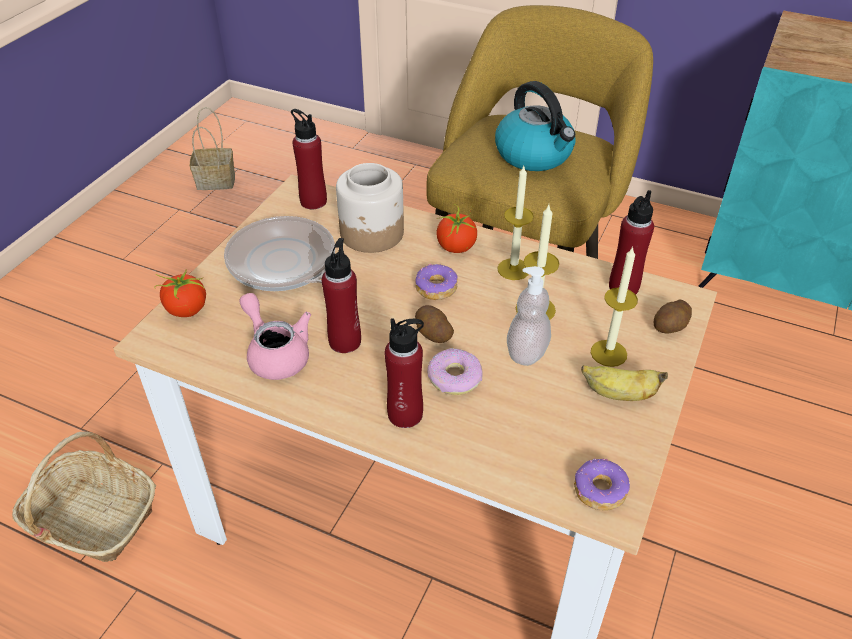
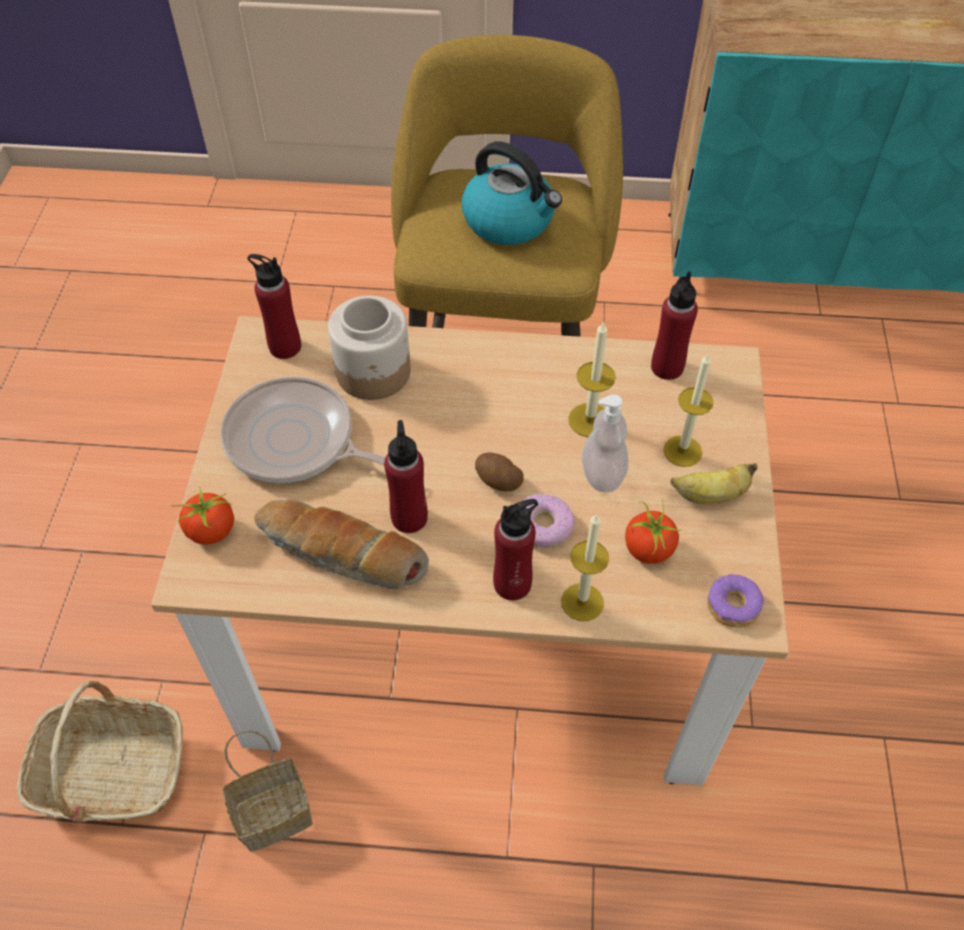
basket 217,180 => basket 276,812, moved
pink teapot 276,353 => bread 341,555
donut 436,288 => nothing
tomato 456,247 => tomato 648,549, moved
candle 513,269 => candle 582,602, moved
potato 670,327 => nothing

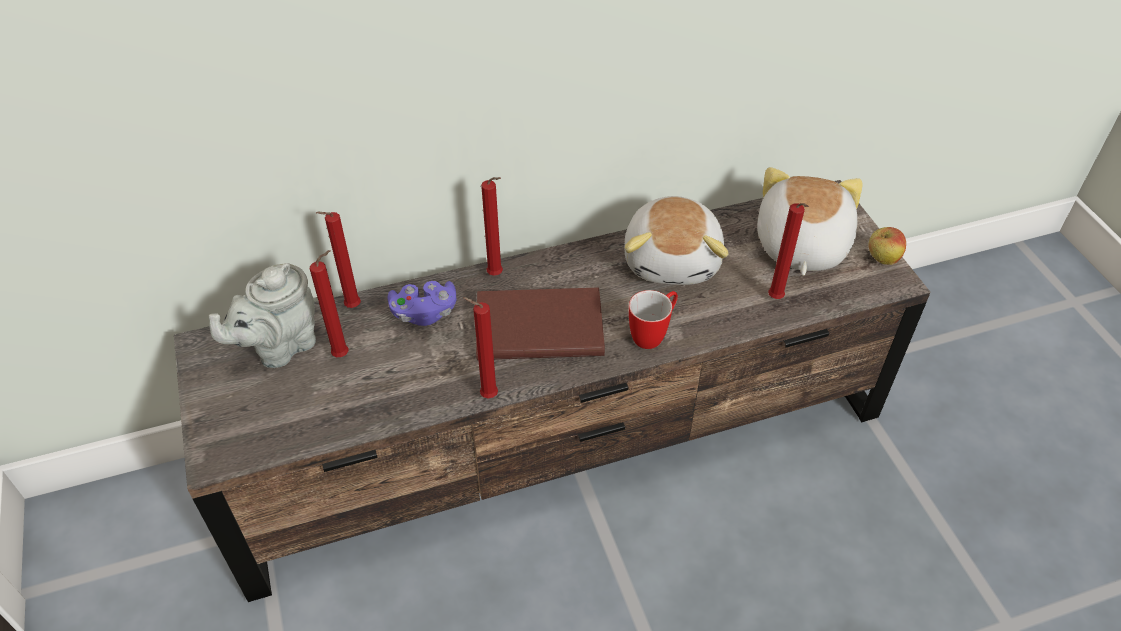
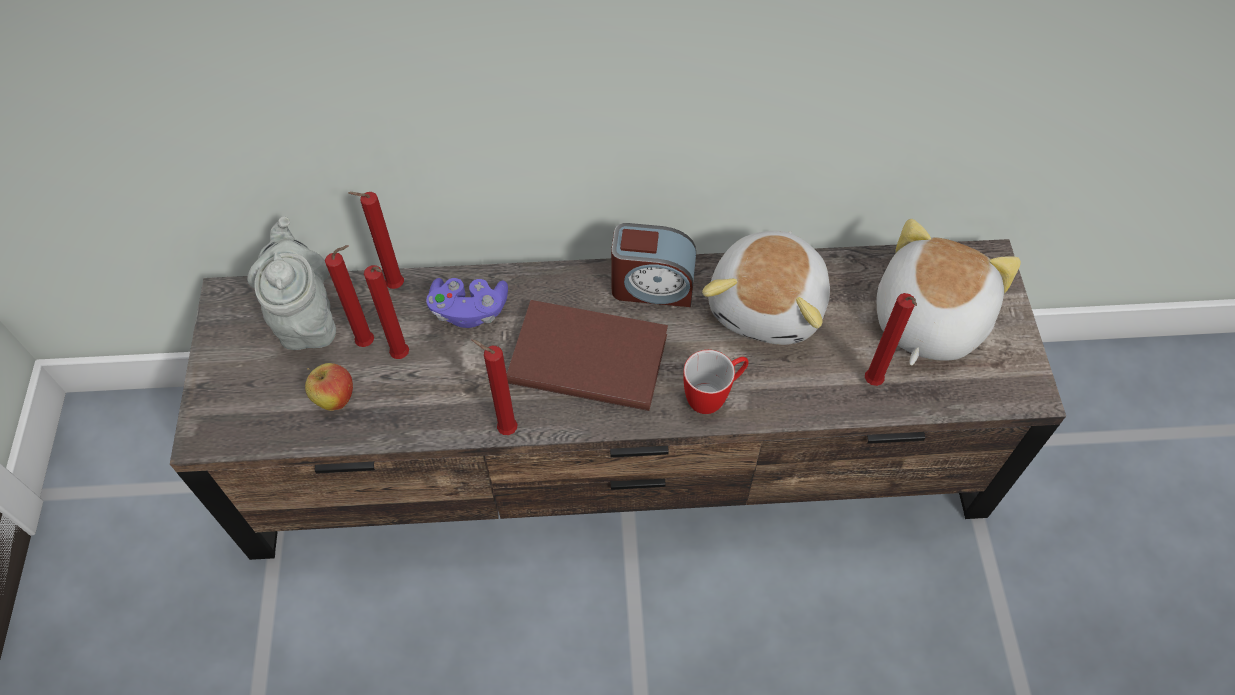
grey teapot 280,347 => grey teapot 306,318, 105 degrees clockwise
red candle 497,275 => red candle 402,357, moved
apple 882,259 => apple 335,398, moved
nothing => alarm clock 652,286

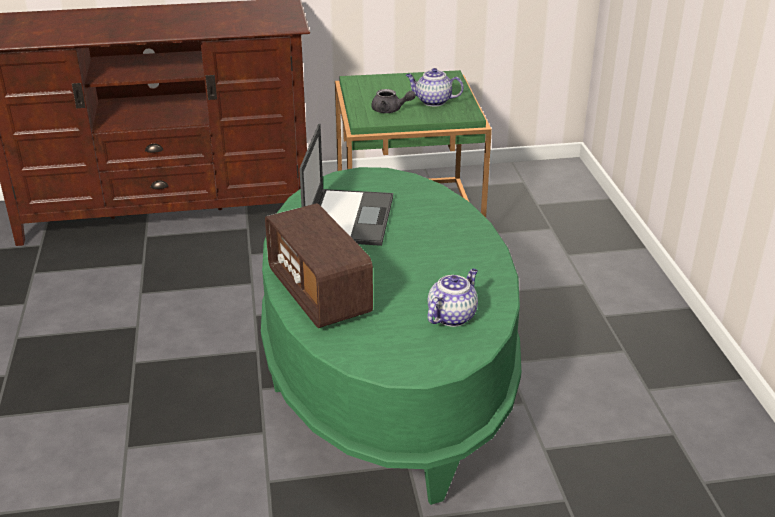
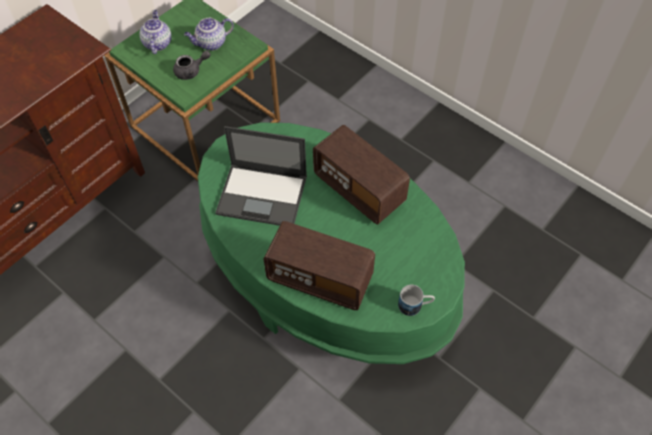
laptop 349,217 => laptop 263,195, 135 degrees clockwise
teapot 452,316 => teapot 157,43, moved
nothing => radio 359,189
nothing => mug 415,305

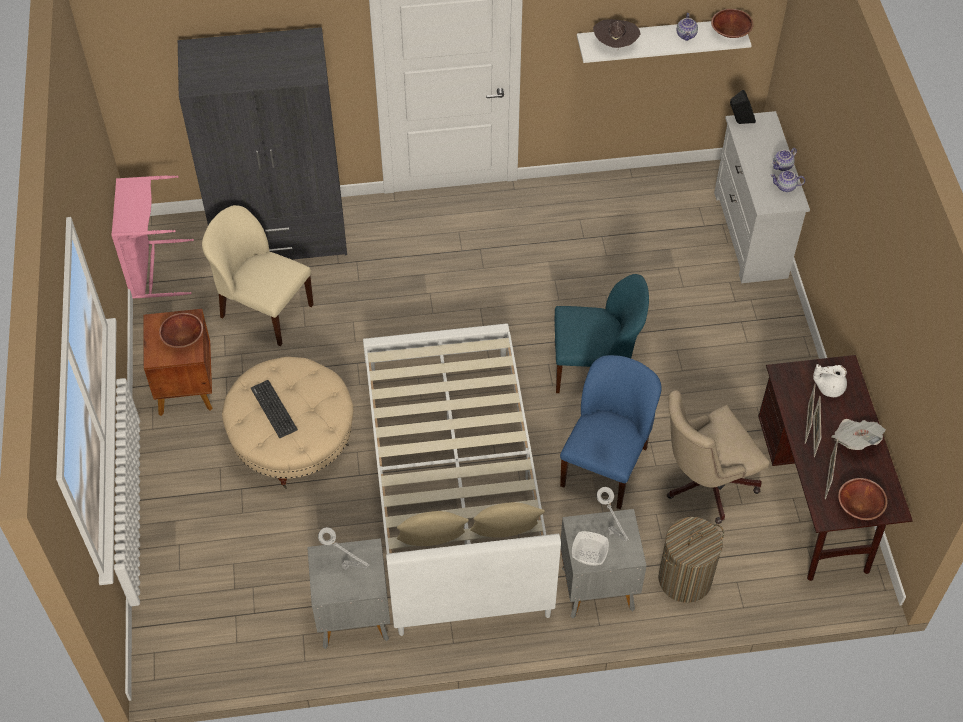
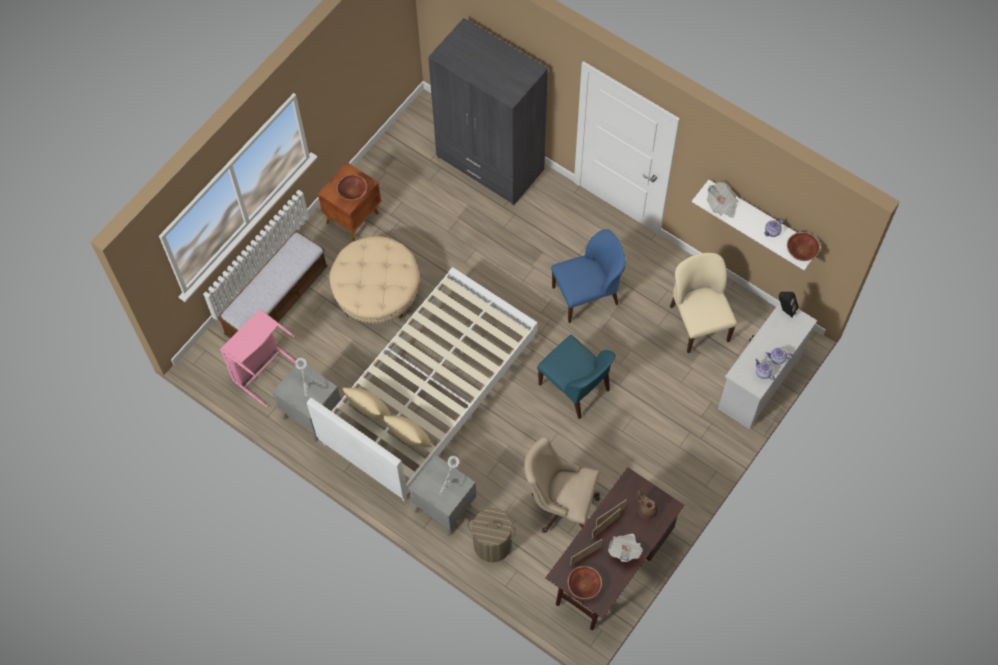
pink laundry basket 153,269 => pink laundry basket 263,370, moved
beige chair 265,310 => beige chair 698,322, moved
keyboard 274,409 => nothing
blue chair 605,465 => blue chair 586,295, moved
bowl 588,556 => nothing
brown hat 615,45 => newspaper 721,205
white teapot 829,387 => brown teapot 646,509
nothing => bench 277,302

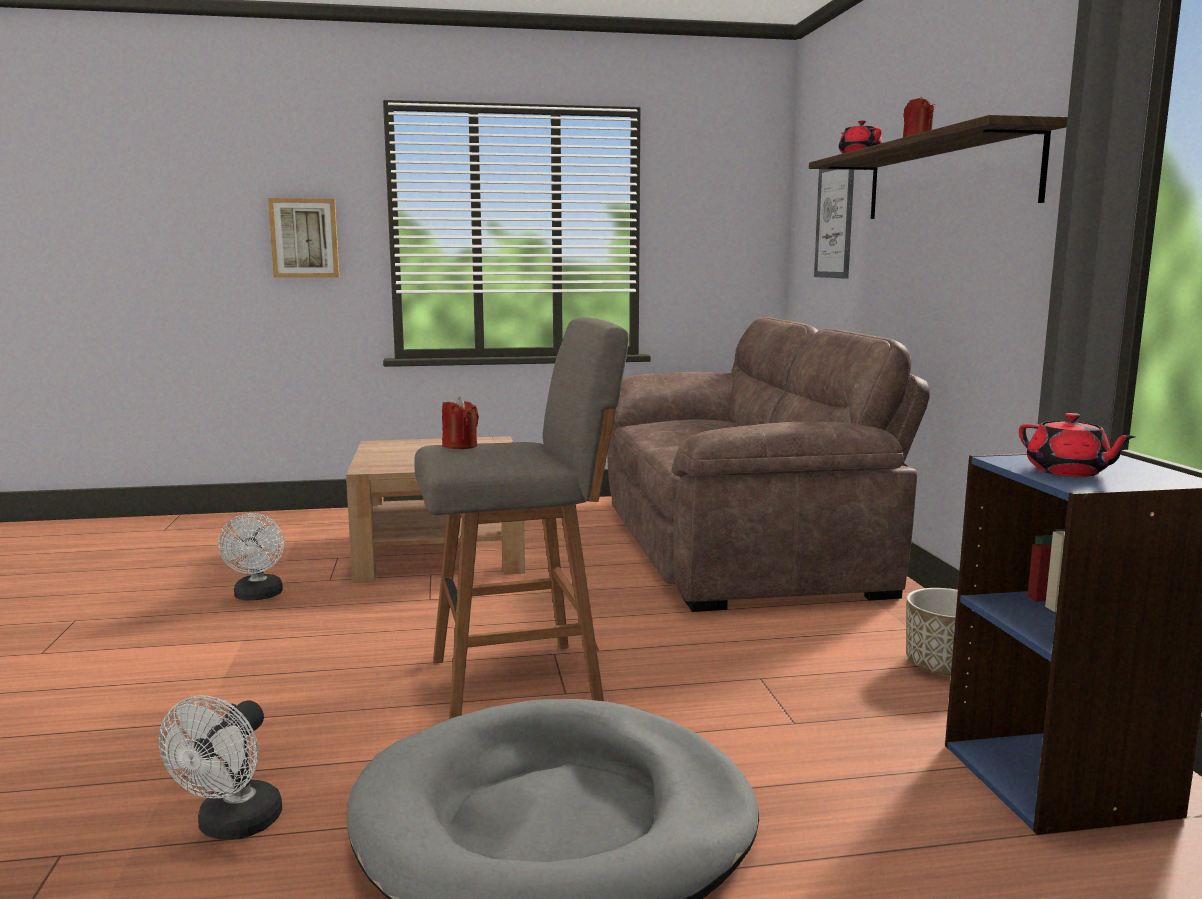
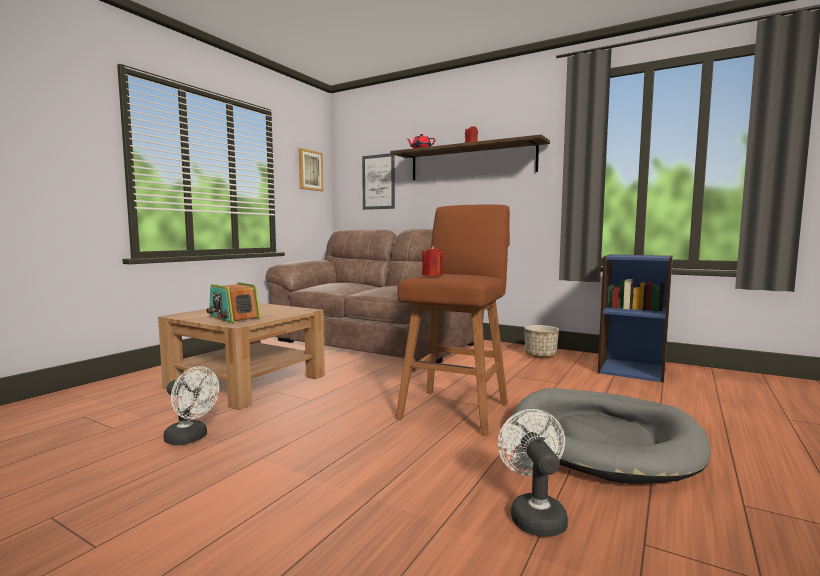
white fan 232,827 => white fan 534,514, 150 degrees counterclockwise
picture 304,238 => picture 310,170, moved
grey stool 522,683 => brown stool 455,409
red teapot 1068,472 => nothing
nothing => radio 234,318

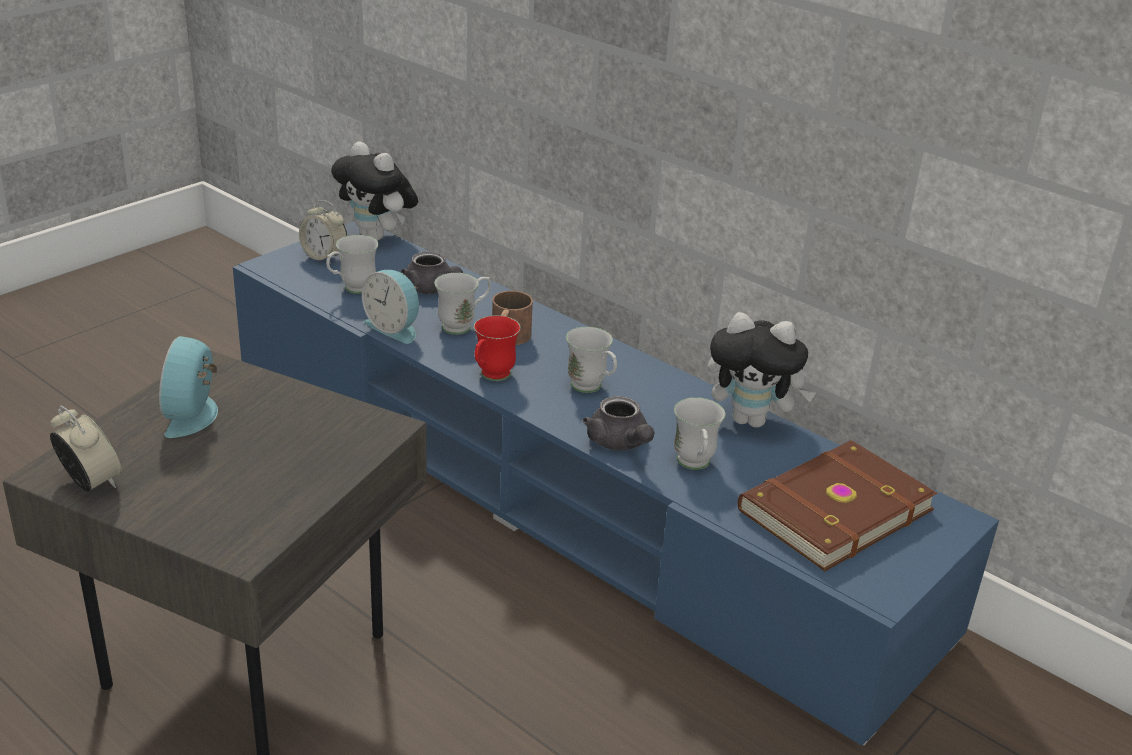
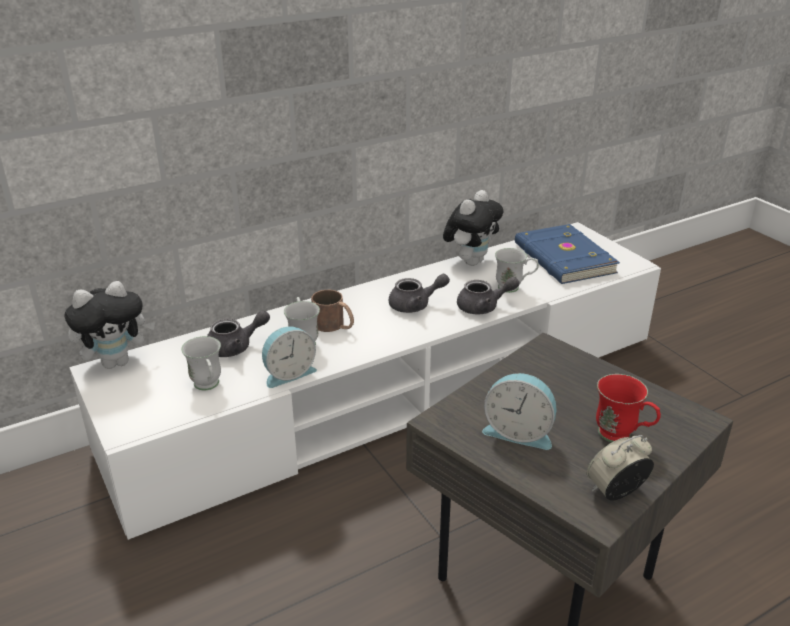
blue tv stand 560,490 => white tv stand 396,392
alarm clock 324,257 => nothing
red mug 491,377 => red mug 622,437, moved
white mug 591,389 => grey teapot 415,305
brown book 832,509 => blue book 563,259

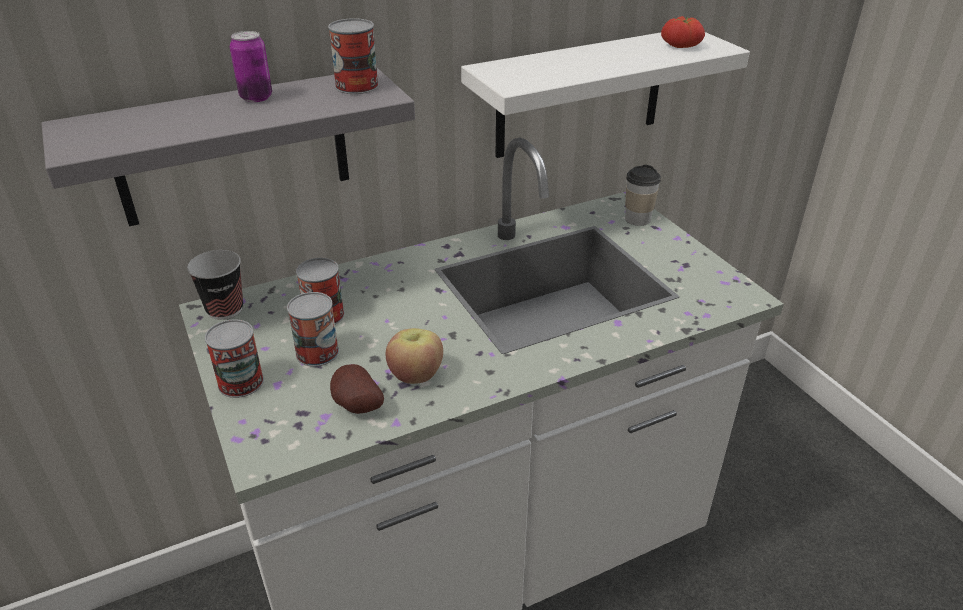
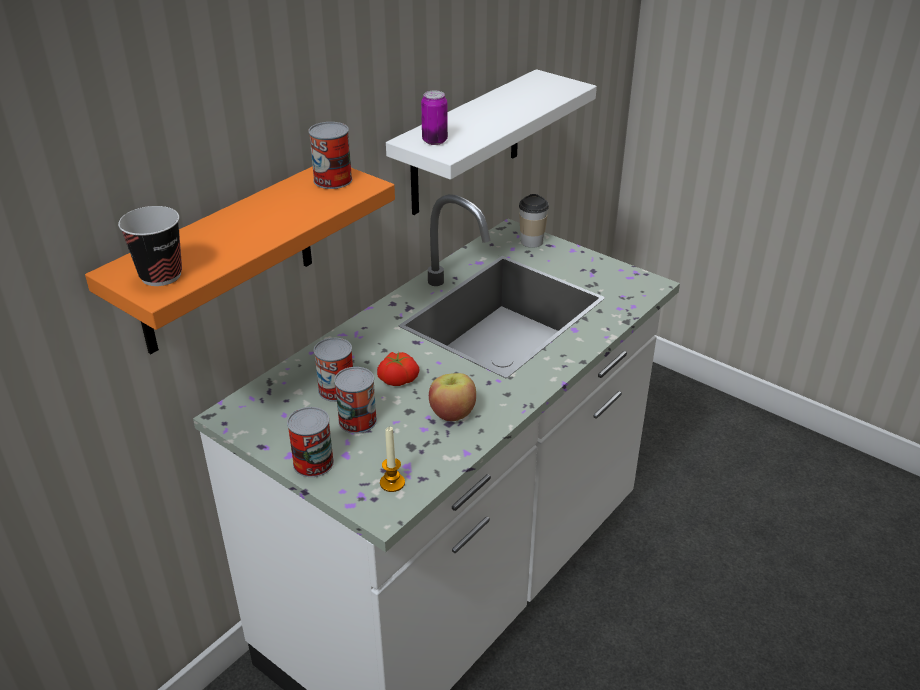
grey shelf 233,148 => orange shelf 226,259
cup 225,309 => cup 161,275, moved
can 256,97 => can 434,141, moved
potato 356,406 => nothing
tomato 681,45 => tomato 398,378, moved
nothing => candle 392,483

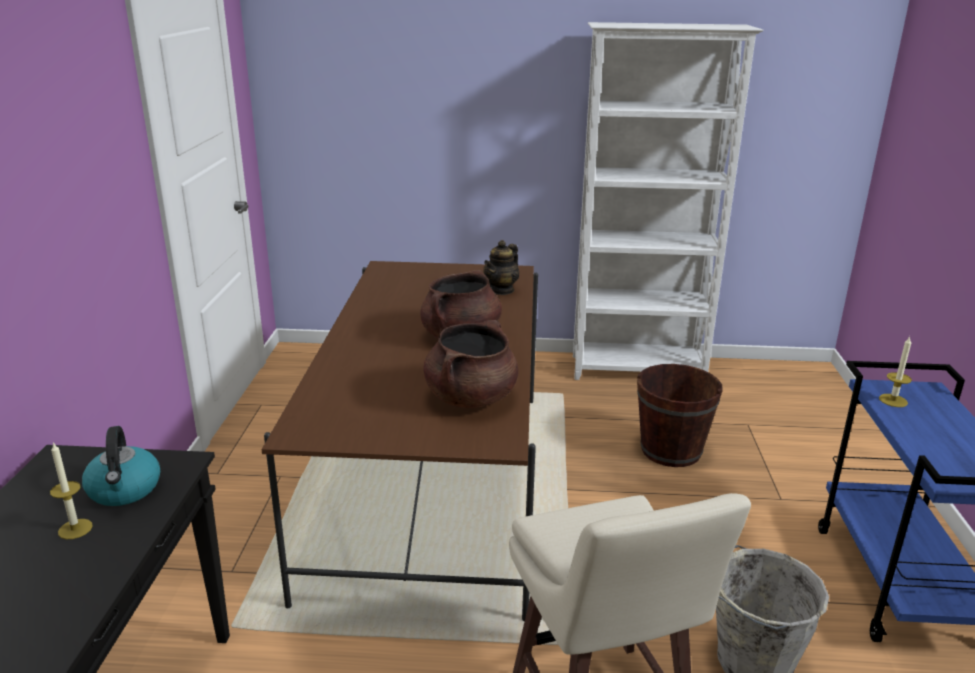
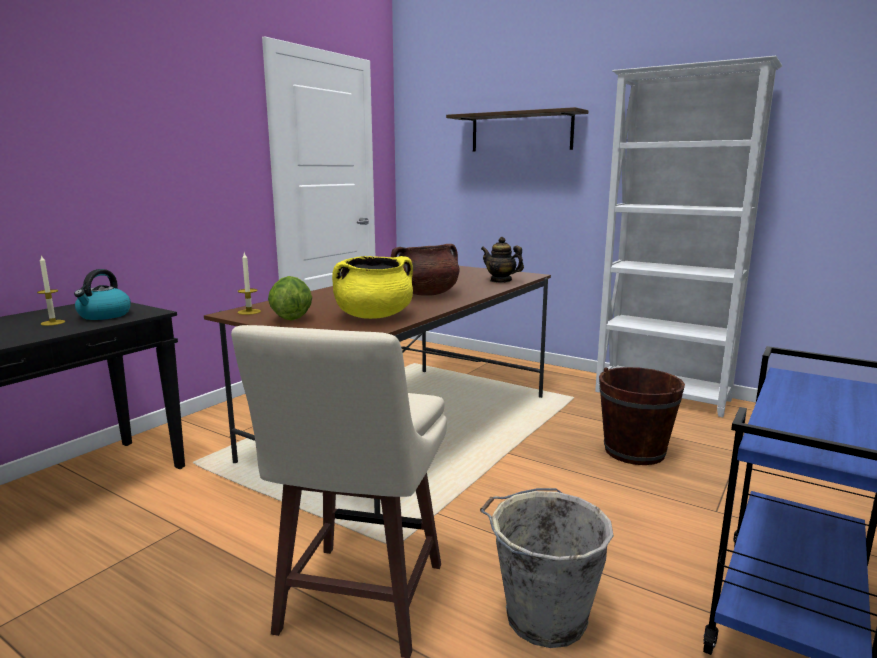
brown cooking pot 471,398 => yellow cooking pot 374,316
teapot 501,290 => teapot 501,281, 60 degrees clockwise
candle 893,400 => candle 249,312, moved
nothing => lettuce 291,318
nothing => shelf 521,132

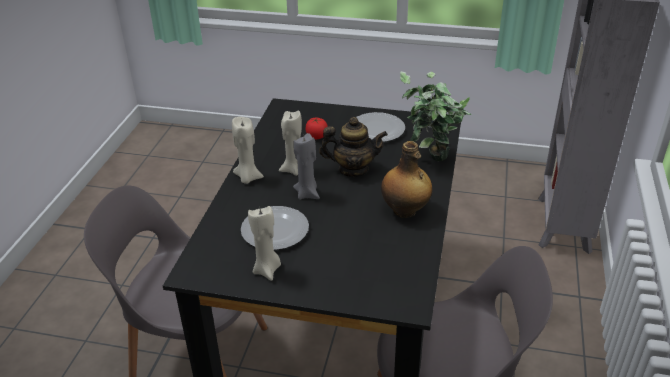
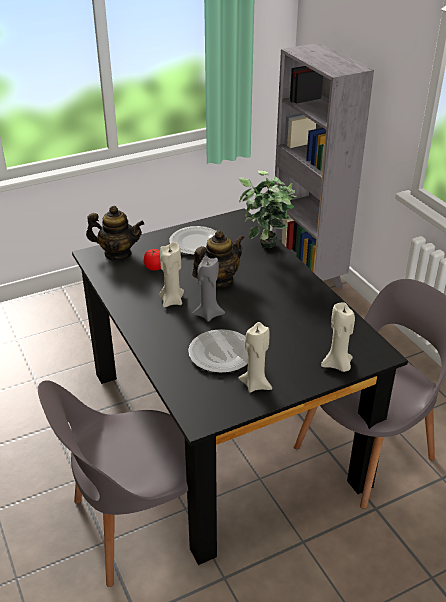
beige candle 248,178 => beige candle 338,365, moved
bottle 405,211 => nothing
nothing => teapot 118,254

